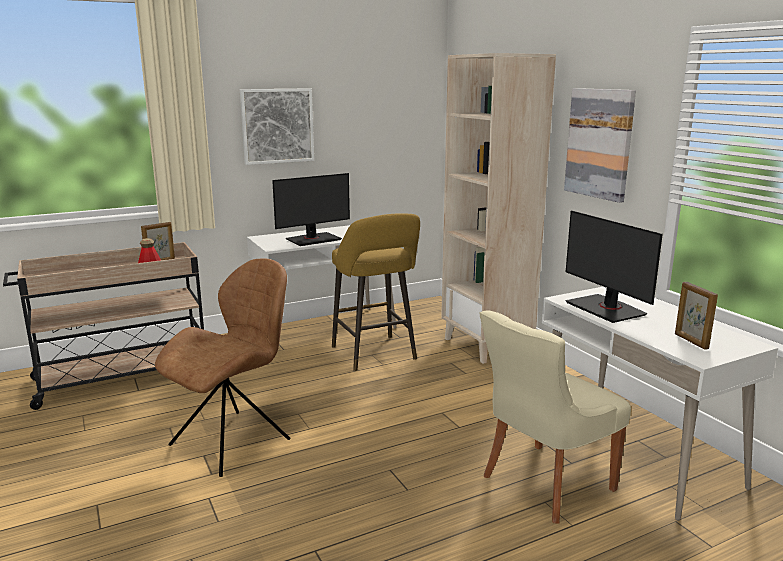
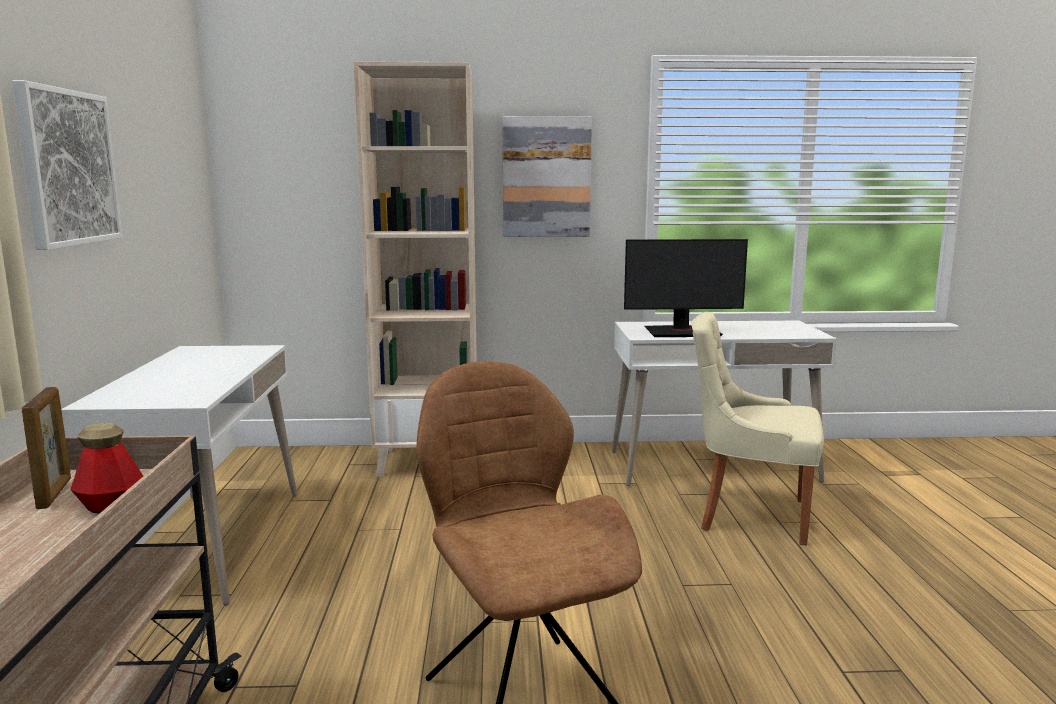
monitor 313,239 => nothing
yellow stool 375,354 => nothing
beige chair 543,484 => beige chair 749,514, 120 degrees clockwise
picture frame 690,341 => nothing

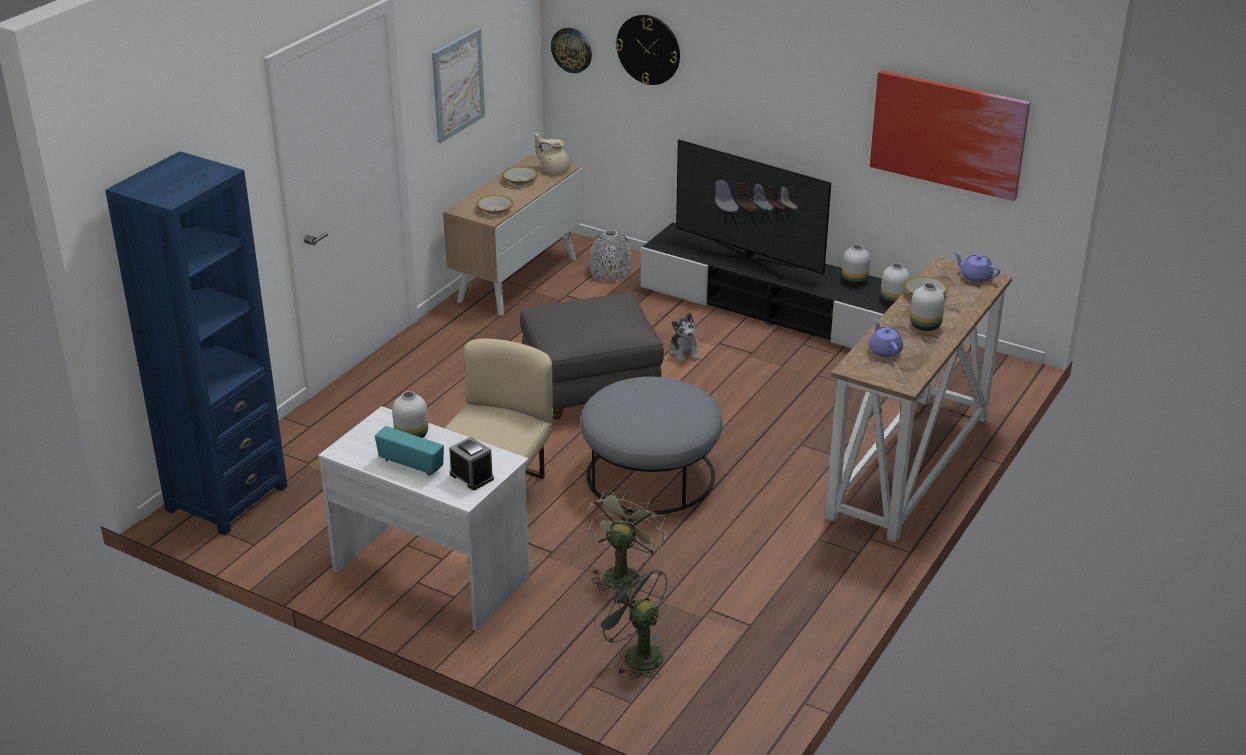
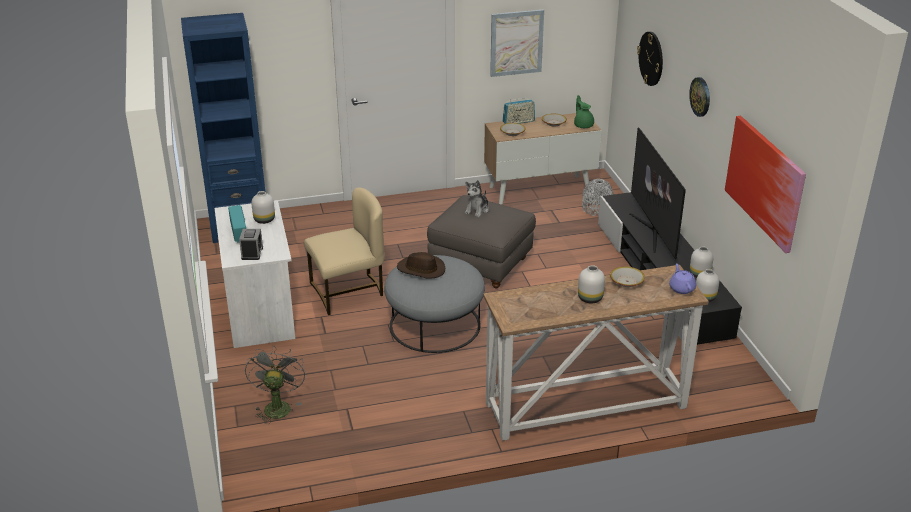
beige teapot 554,170 => green teapot 583,125
wall clock 572,49 => wall clock 700,96, moved
green fan 622,573 => nothing
plush toy 684,352 => plush toy 477,210, moved
purple teapot 884,350 => nothing
nothing => brown hat 421,269
nothing => radio 518,122

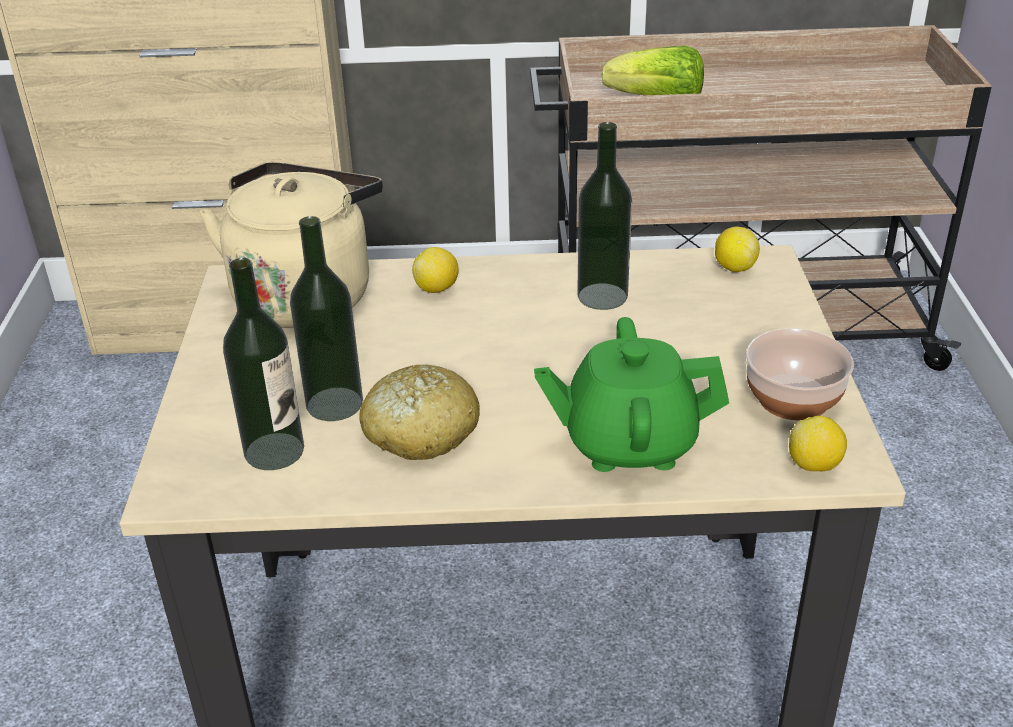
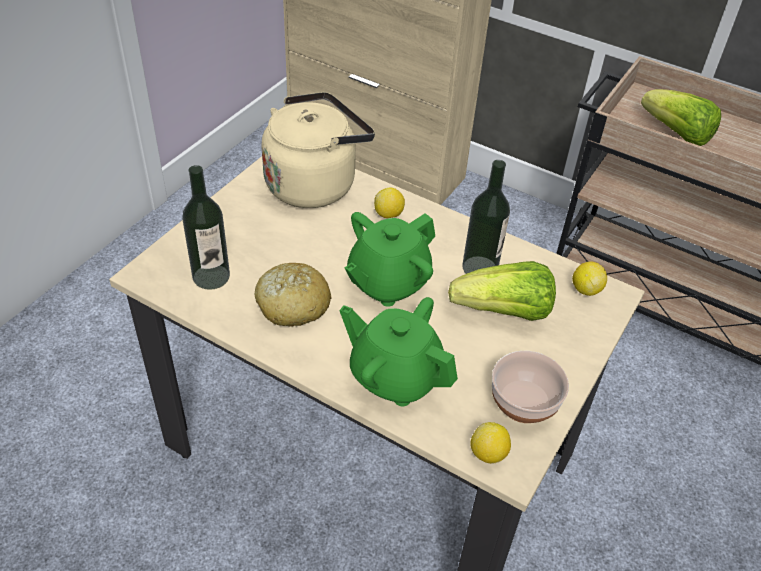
bottle 334,404 => nothing
nothing => green teapot 387,283
nothing => lettuce 504,312

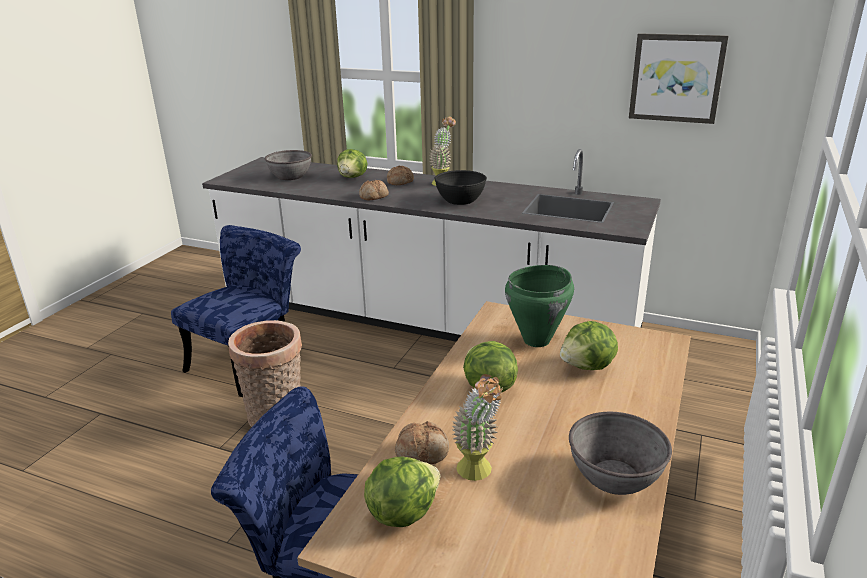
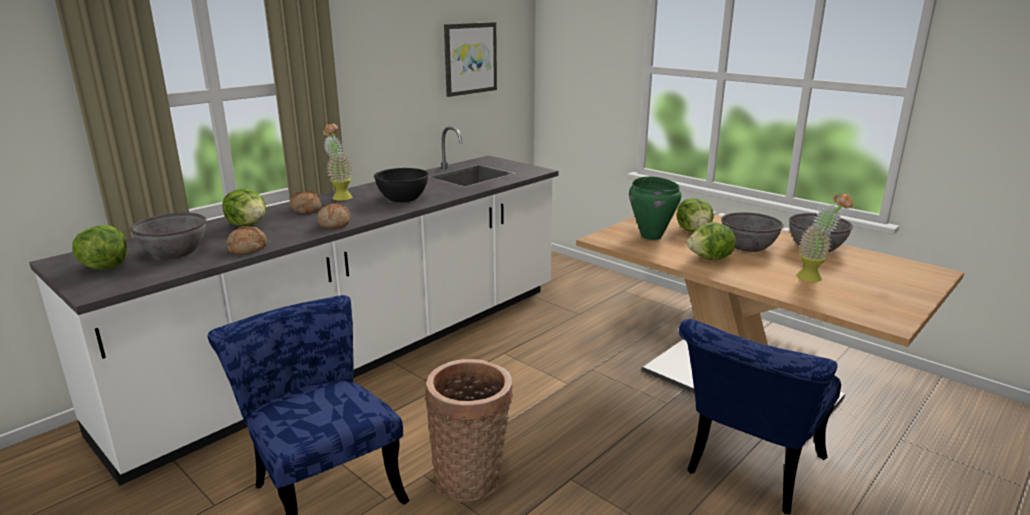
lettuce 402,512 => lettuce 105,267, moved
bread 422,451 => bread 247,248, moved
nothing => grey bowl 748,246

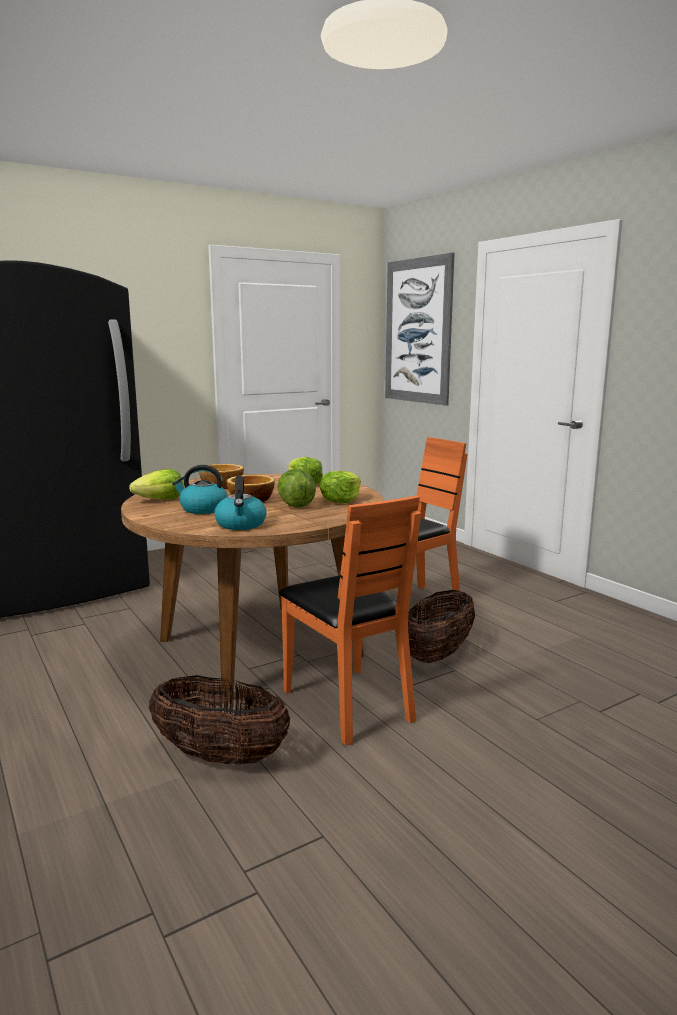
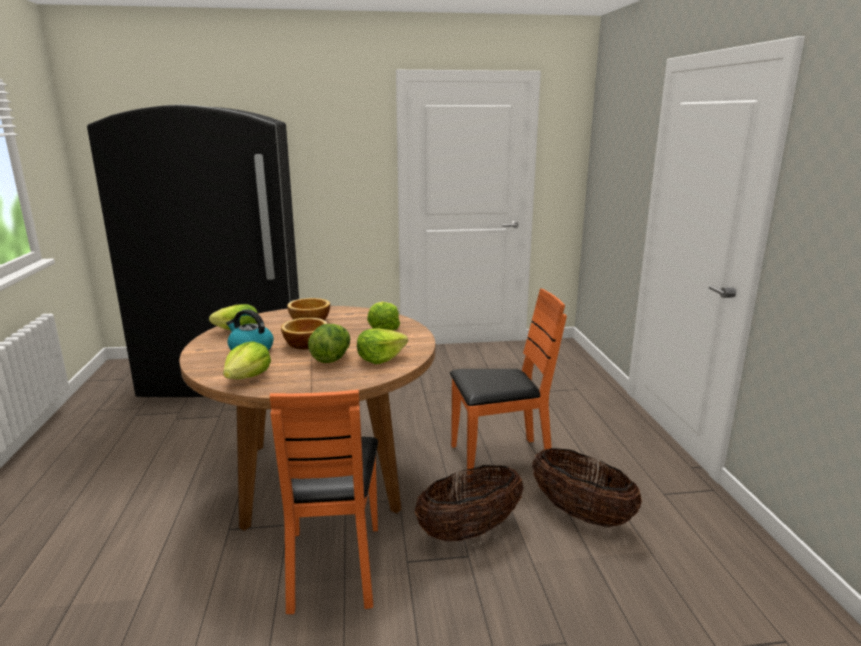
basket 220,756 => basket 580,514, moved
kettle 241,524 => lettuce 248,377
picture 417,331 => nothing

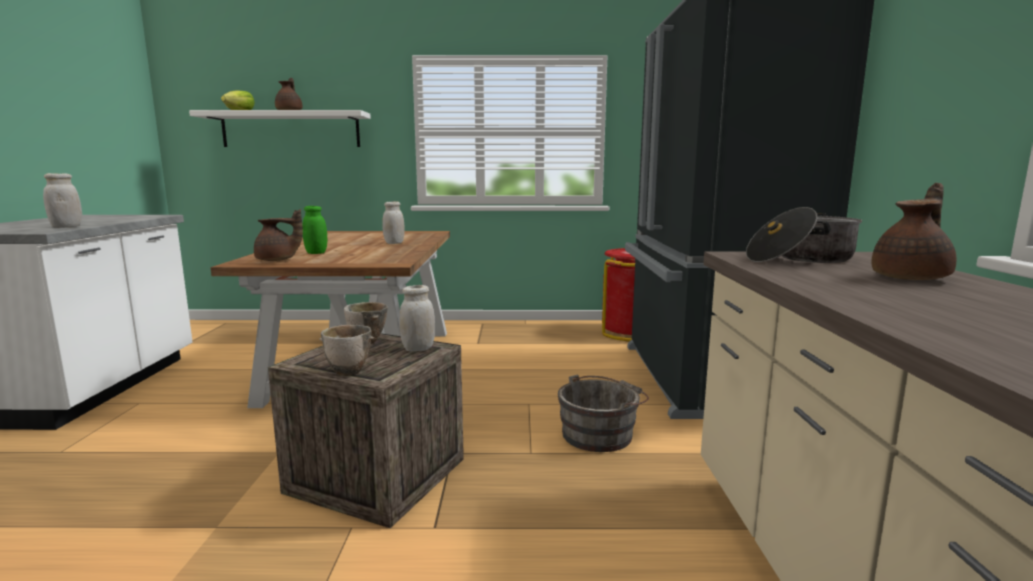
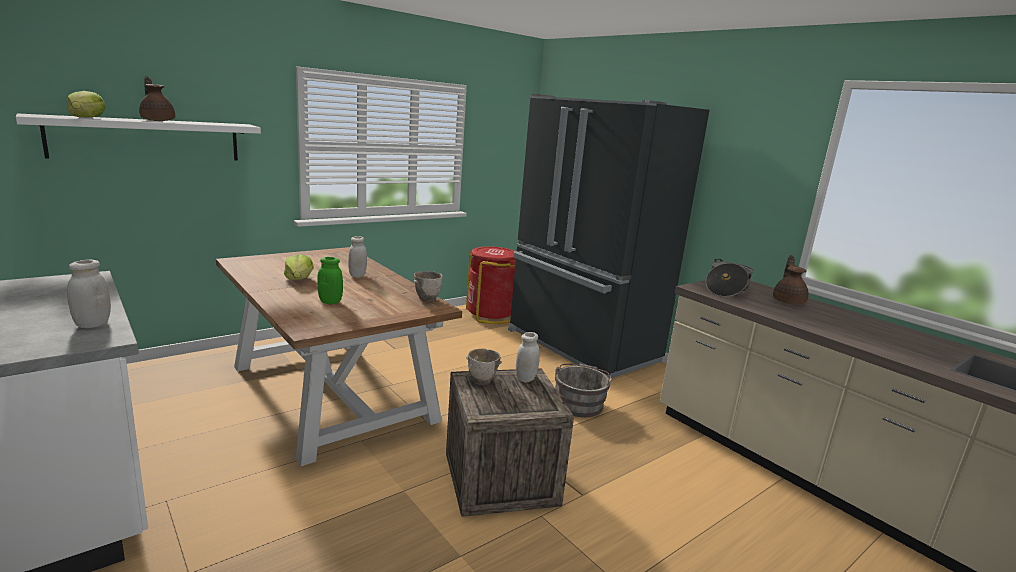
brown teapot 277,260 => nothing
bowl 350,372 => bowl 428,299, moved
nothing => lettuce 299,279

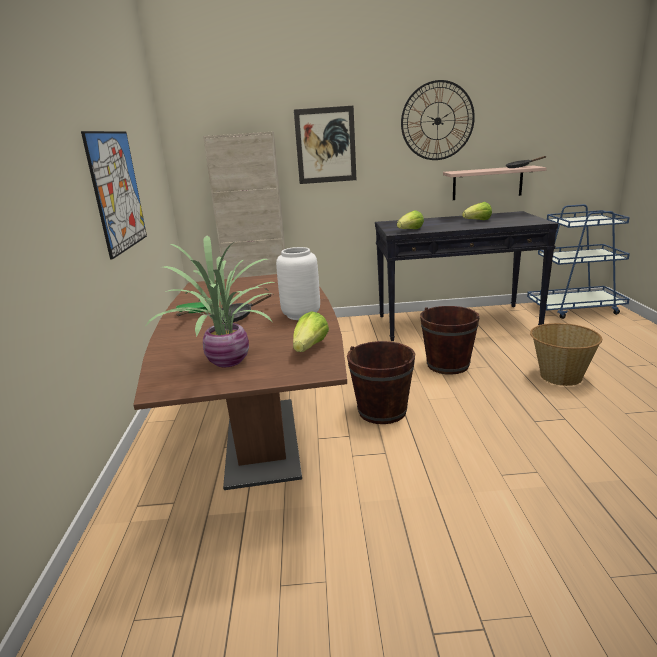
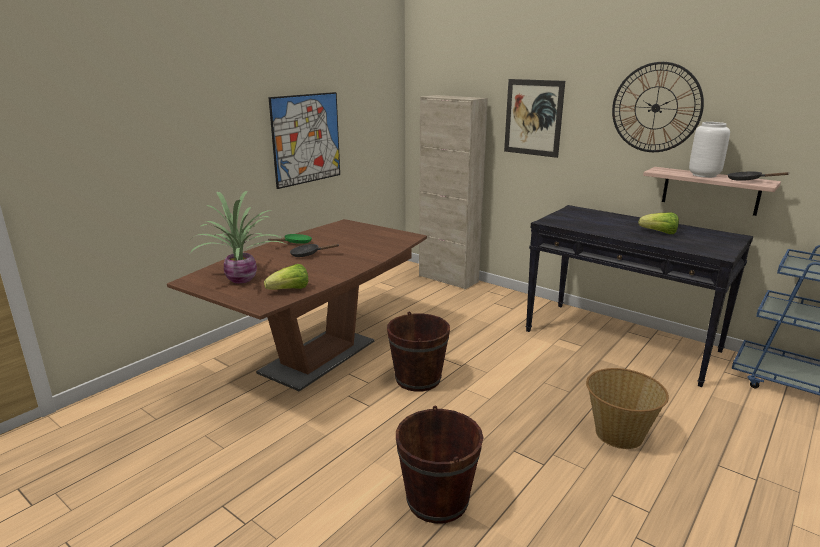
white vase 301,315 => white vase 704,175, moved
lettuce 410,230 => nothing
brown bucket 448,365 => brown bucket 437,500, moved

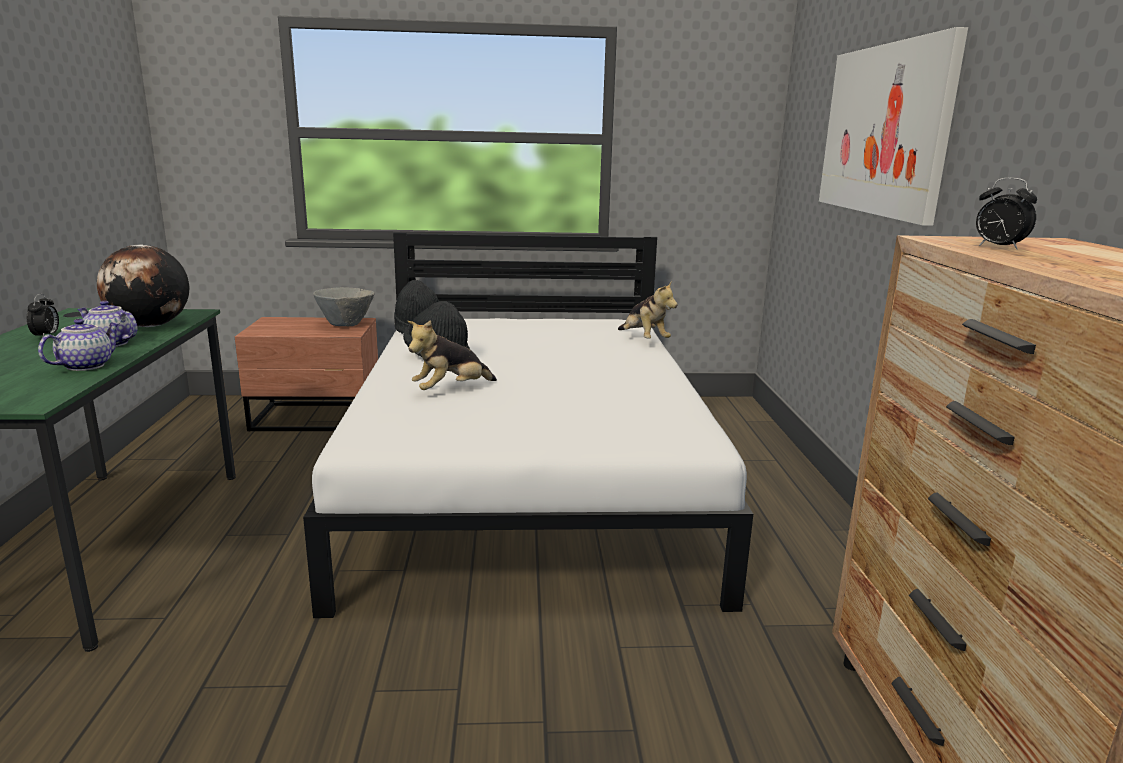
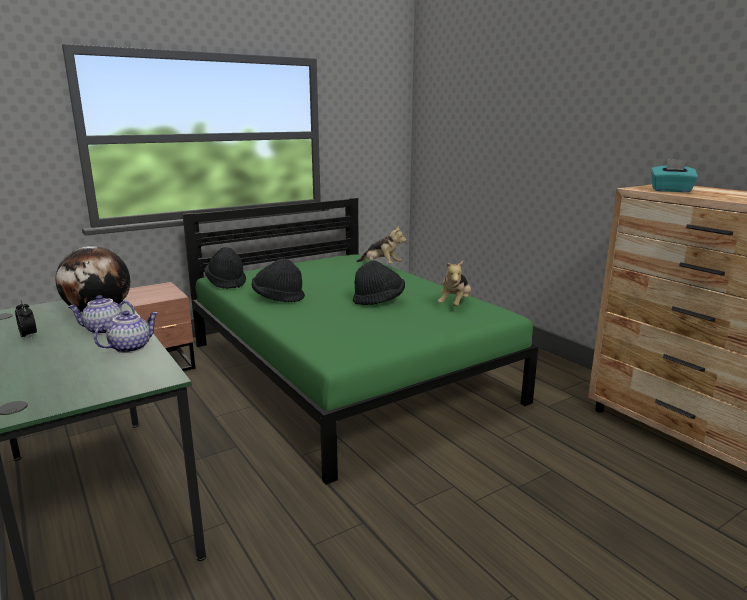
teapot 86,366 => teapot 130,347, 45 degrees clockwise
white bed 528,481 => green bed 346,371
grey bowl 346,324 => nothing
plush toy 451,390 => plush toy 455,304, moved
picture 884,130 => nothing
alarm clock 997,247 => turquoise tissue box 671,190
nothing => black hat 379,301

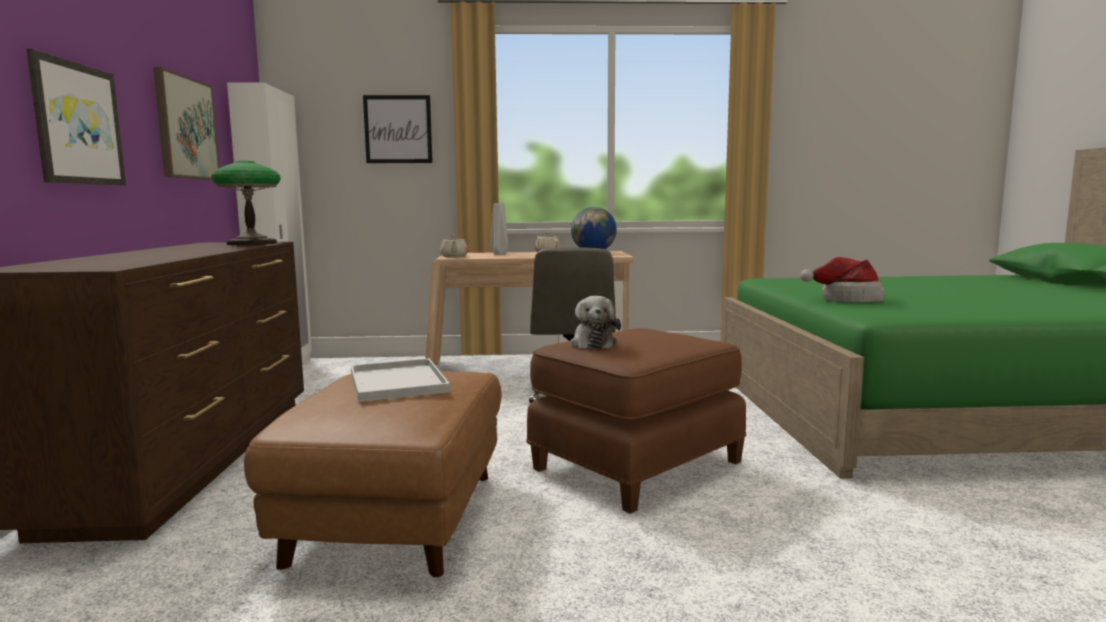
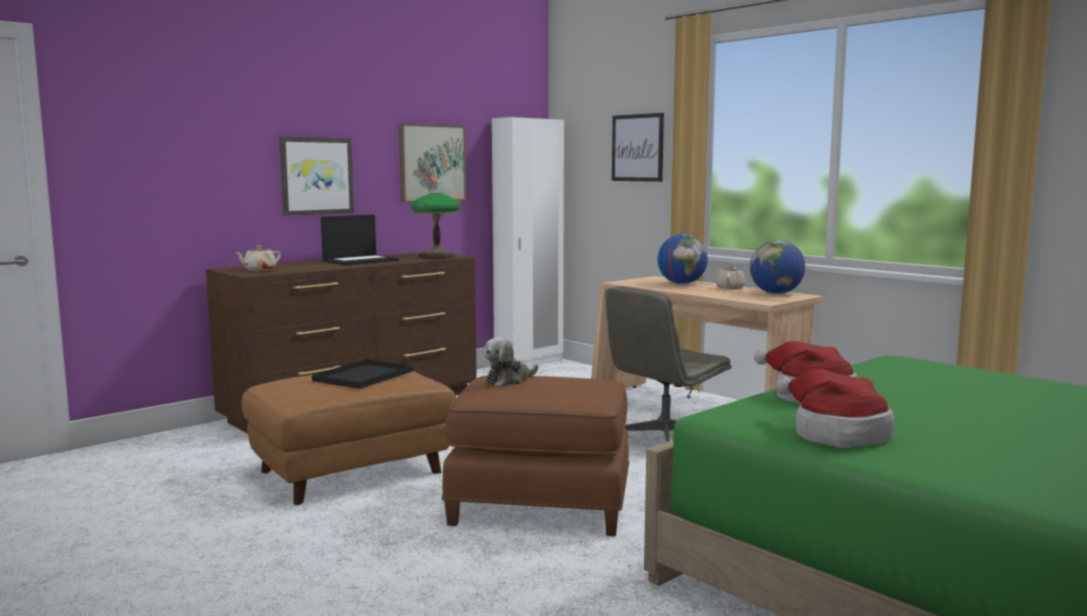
white tray 399,382 => black tray 363,376
beige teapot 454,257 => beige teapot 259,270, moved
grey vase 500,254 => globe 682,283
nothing => laptop 360,261
nothing => hat 835,434

